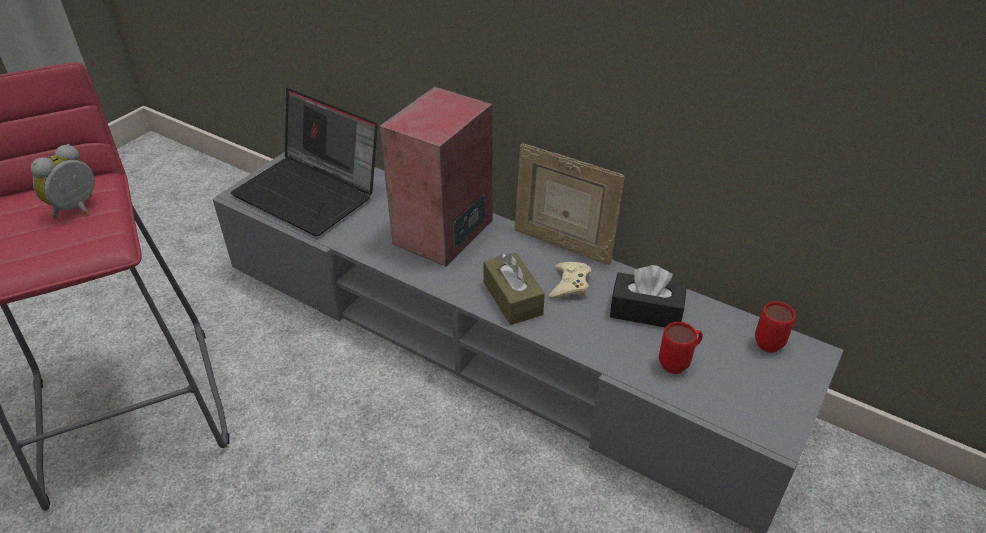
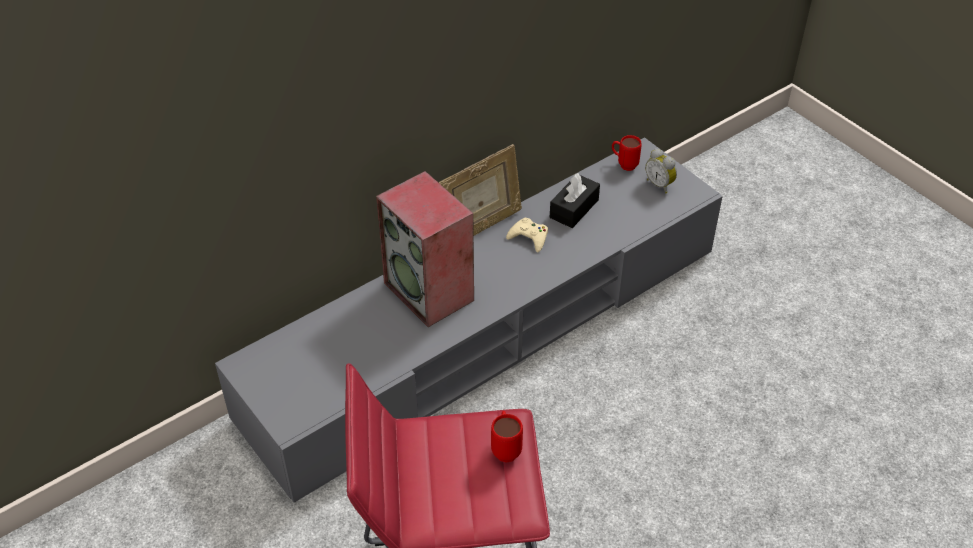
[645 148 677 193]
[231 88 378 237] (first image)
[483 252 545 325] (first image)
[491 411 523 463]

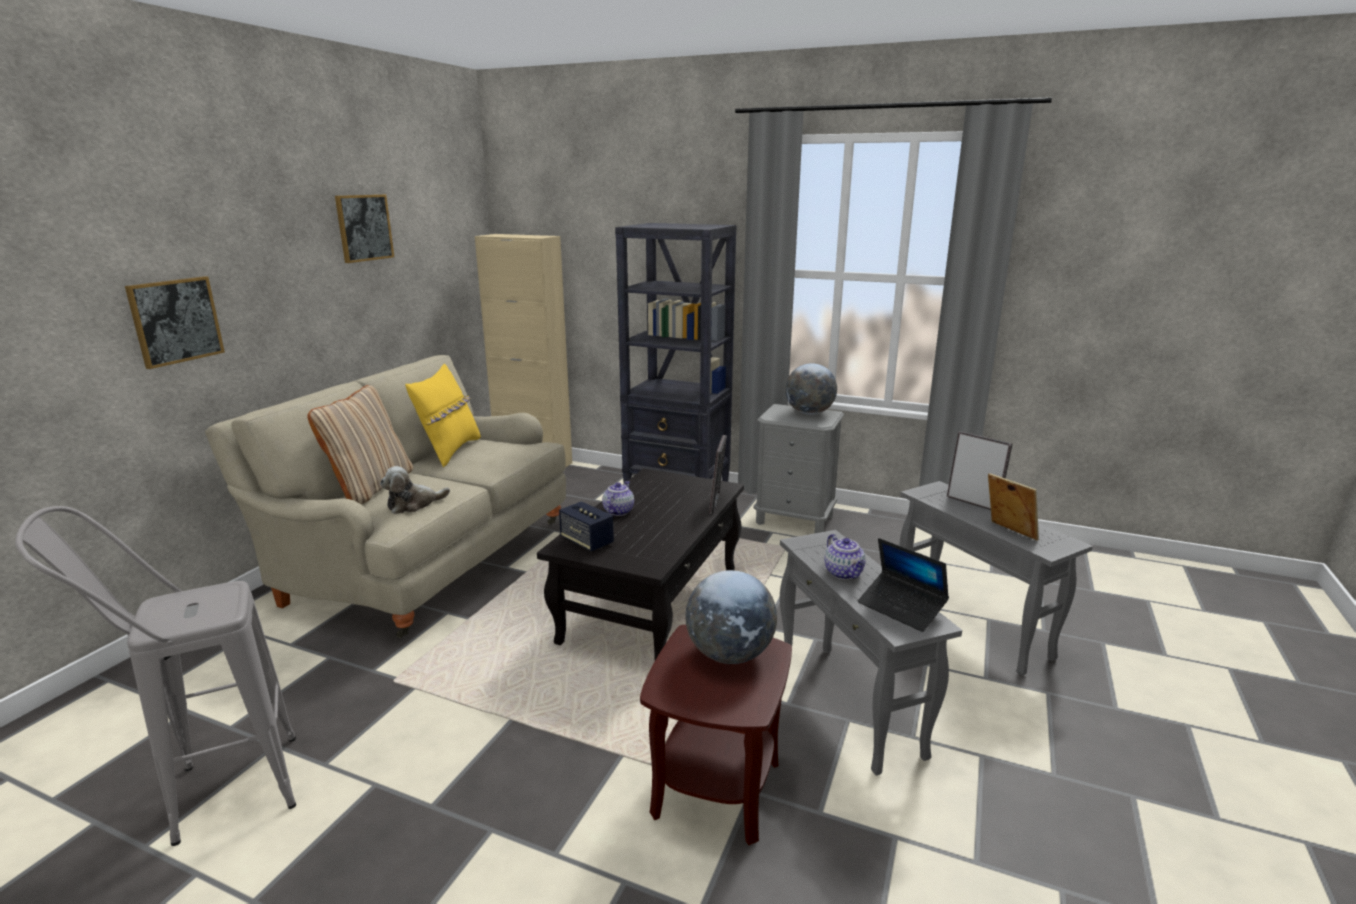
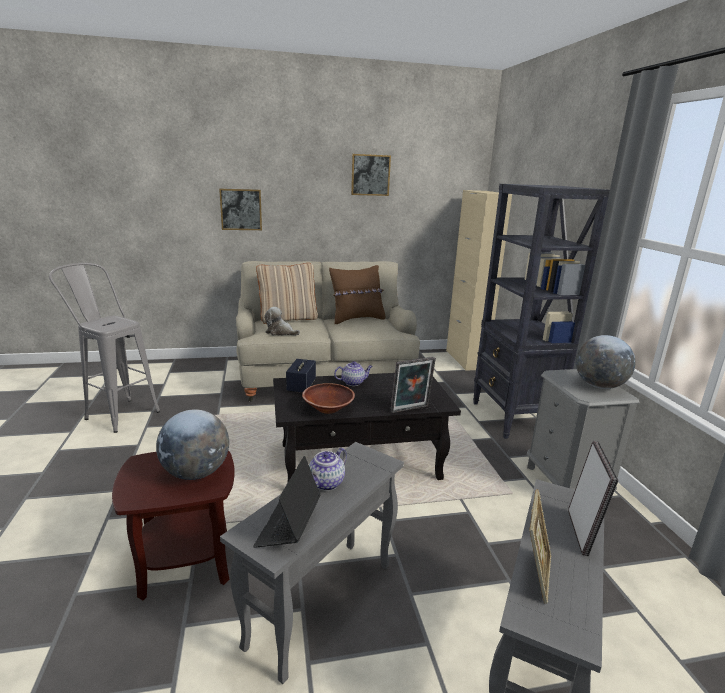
[329 265 385 324]
[302 383 355 414]

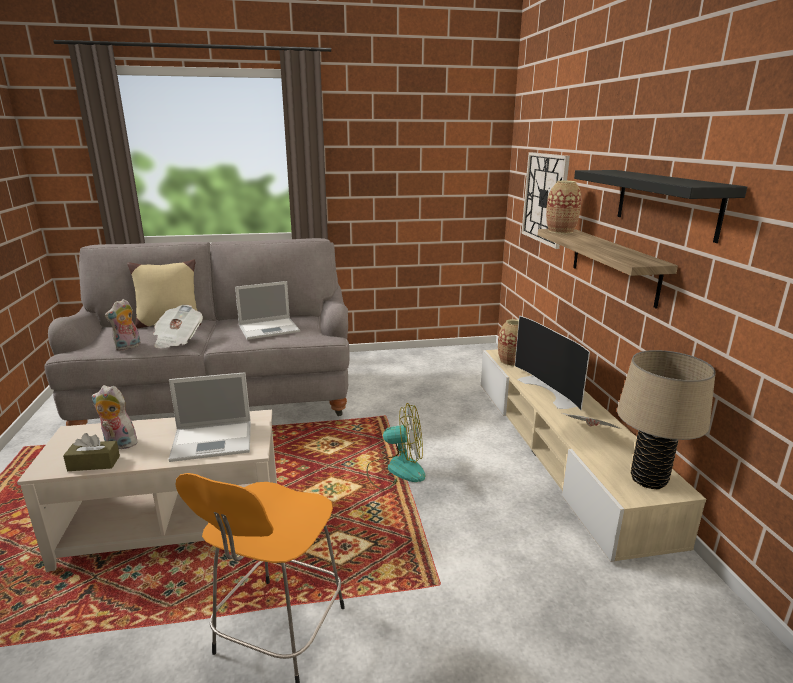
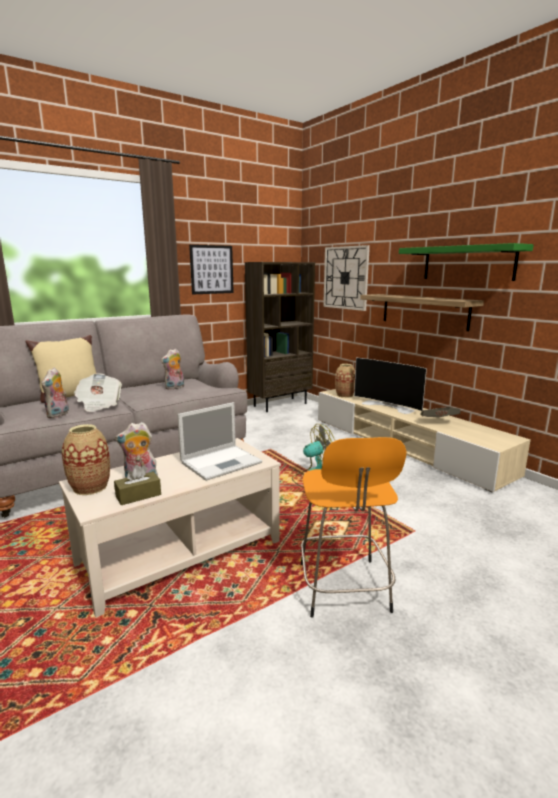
[161 349 184 390]
[62 424 110 495]
[399 243 534 281]
[617 350 716 489] (first image)
[189 245 234 294]
[245 262 315 412]

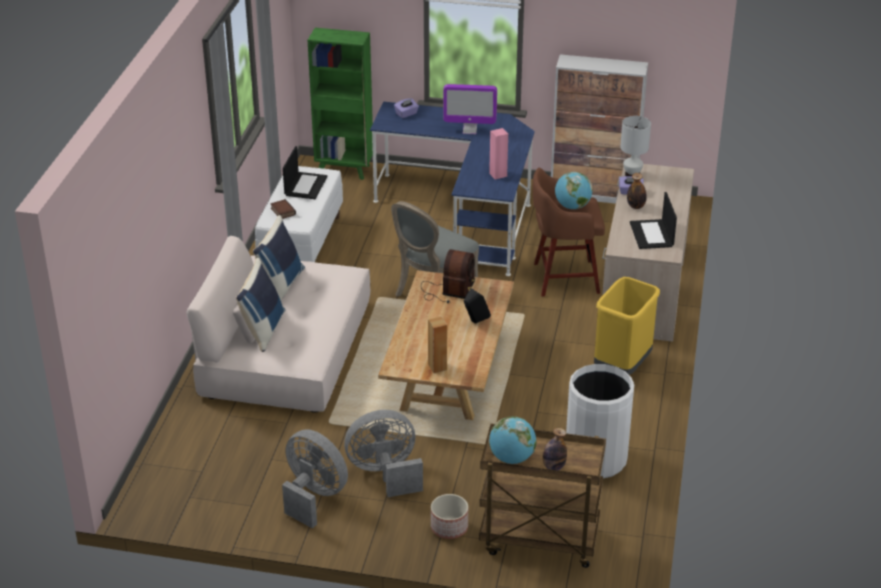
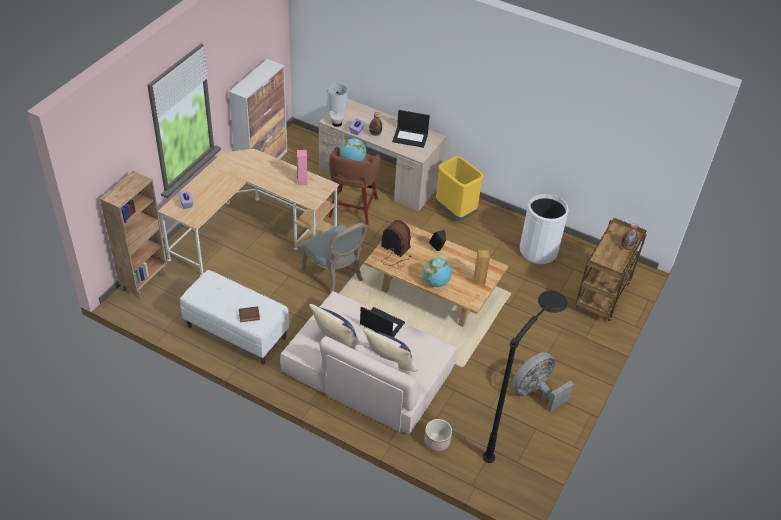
[360 306 405 337]
[100 171 167 300]
[344 410 423 497] (first image)
[158 148 339 276]
[424 419 452 452]
[443 84 497 134] (first image)
[423 258 452 287]
[483 291 567 463]

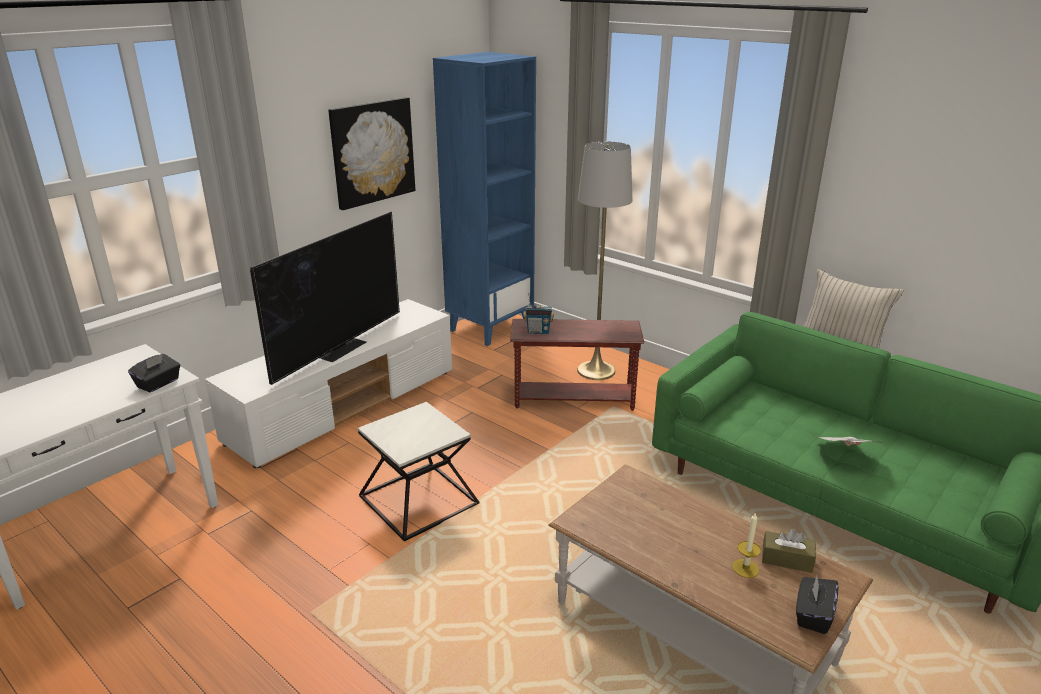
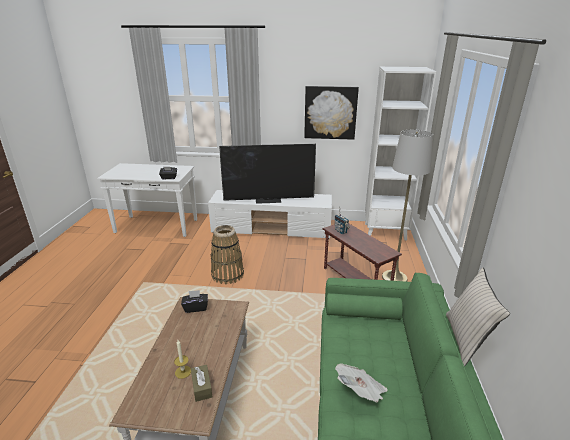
[211 225 244 284]
[365 67 436 240]
[181 290 208 313]

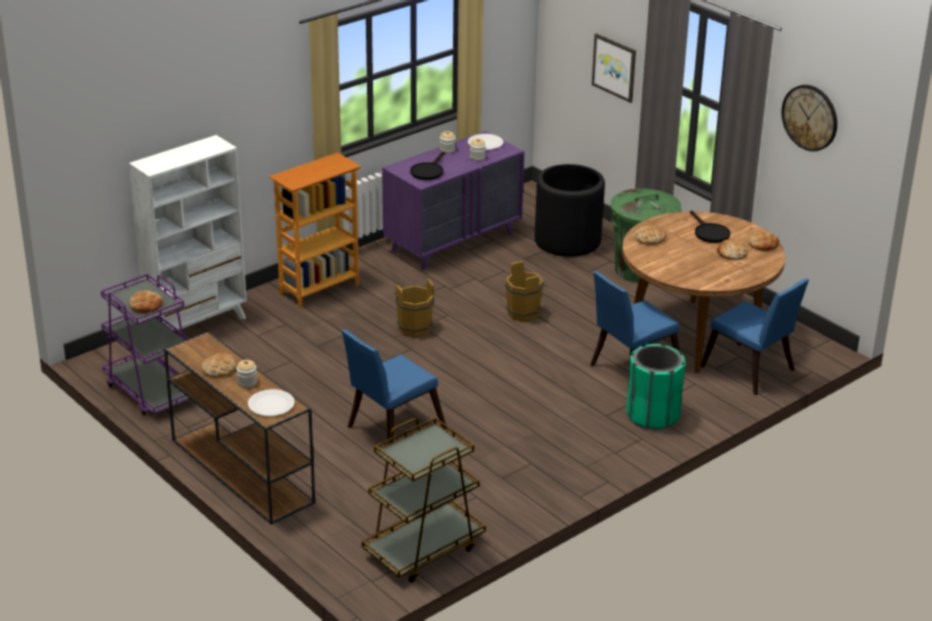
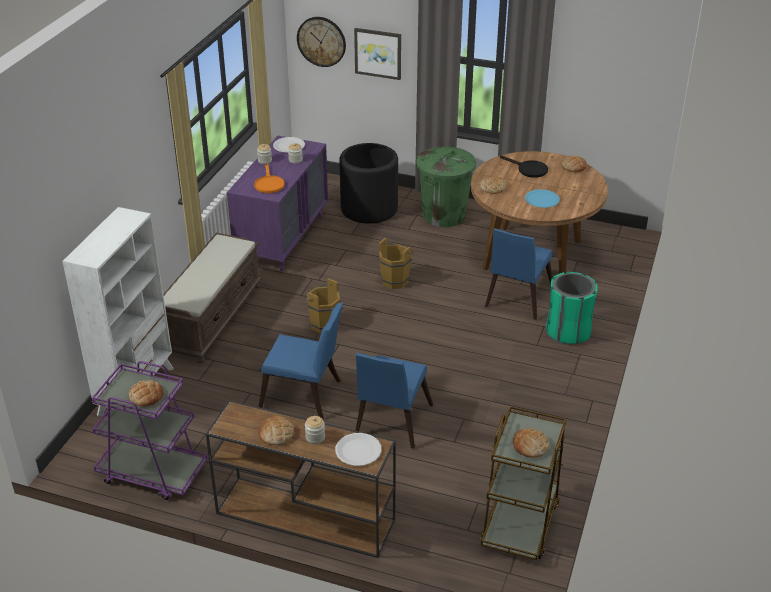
[163 233 262 363]
[254 163 285 193]
[259 303 343 419]
[513 428 550 458]
[297 17 346 67]
[525 189 560 208]

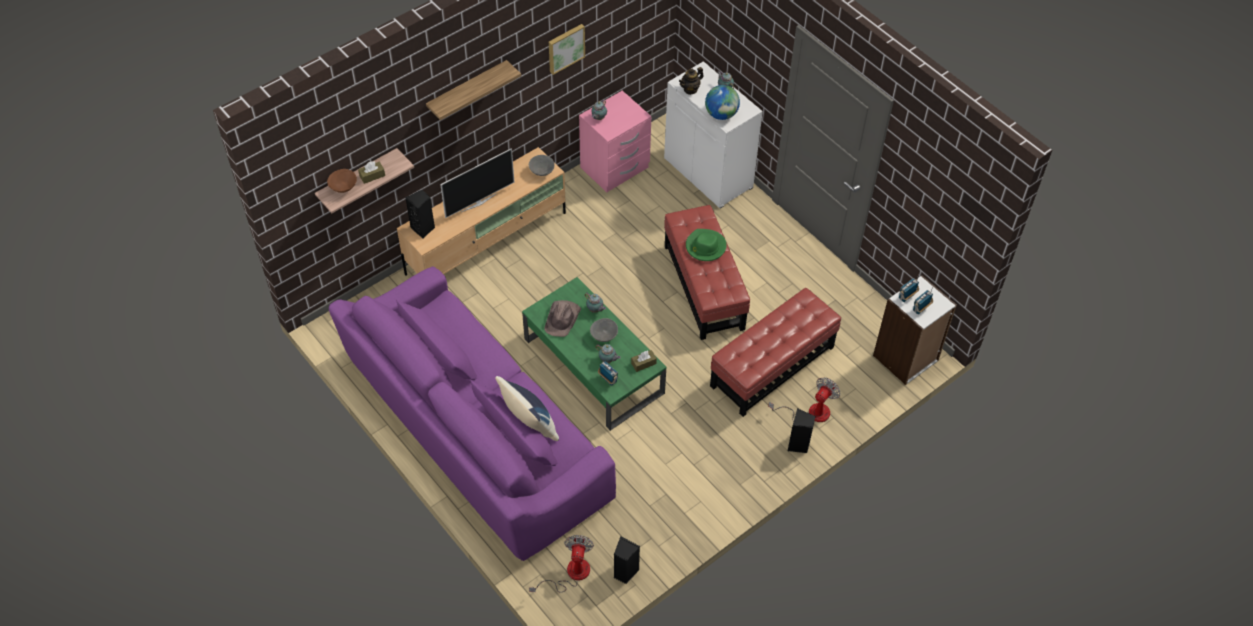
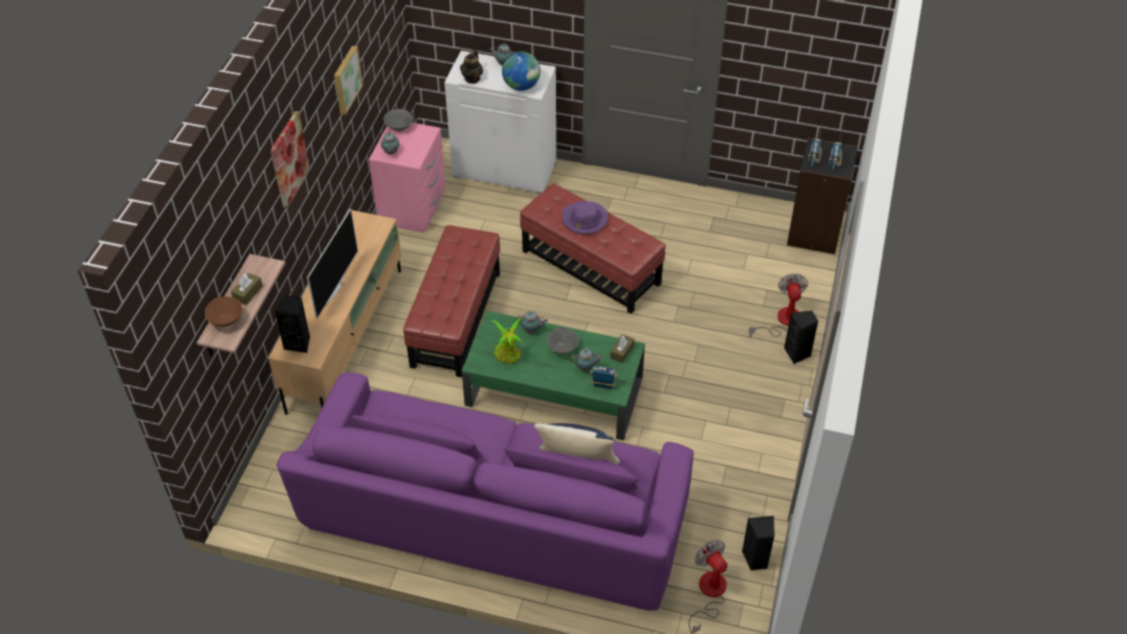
[270 111 310 208]
[383 109 413 131]
[492 318 523 363]
[562 201 608 234]
[403 225 500 377]
[787 138 858 254]

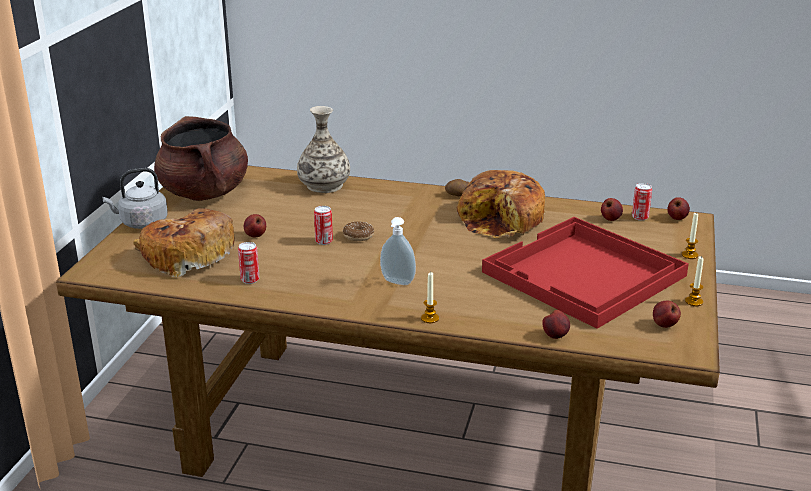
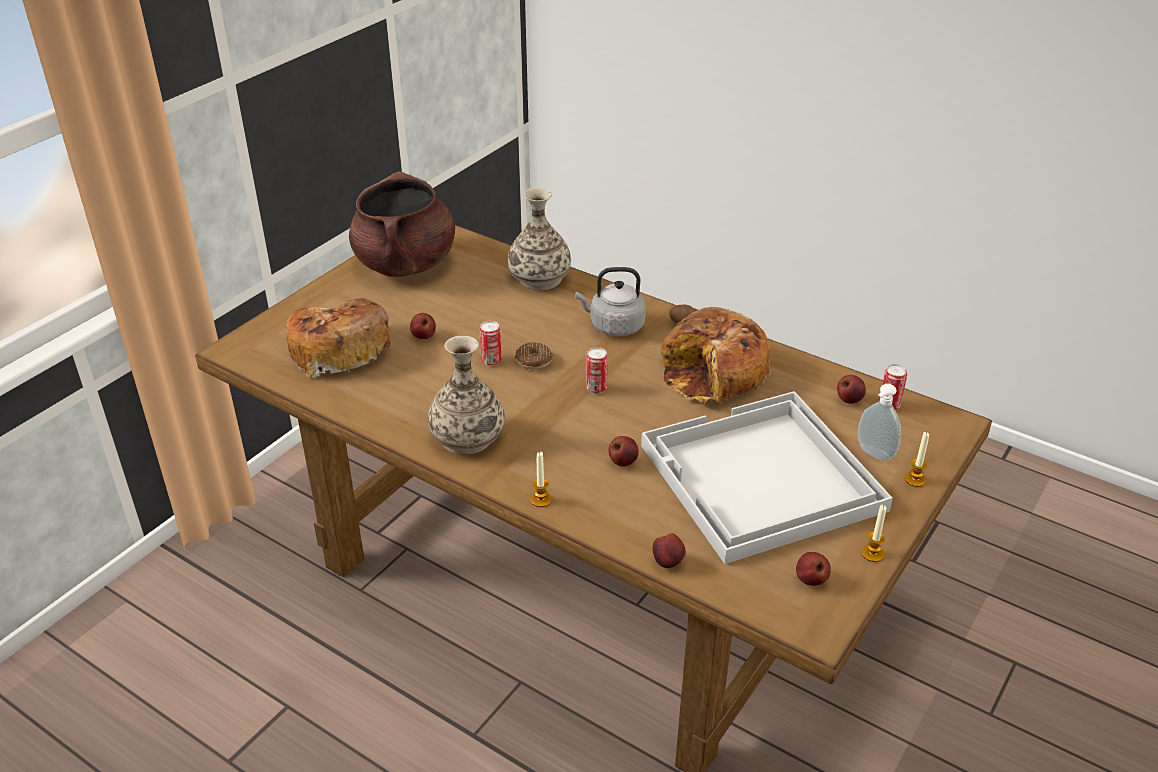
[575 267 646 336]
[586 347 608 394]
[858 384 901 461]
[641 391 893 564]
[608 436 639 467]
[428 336 505 455]

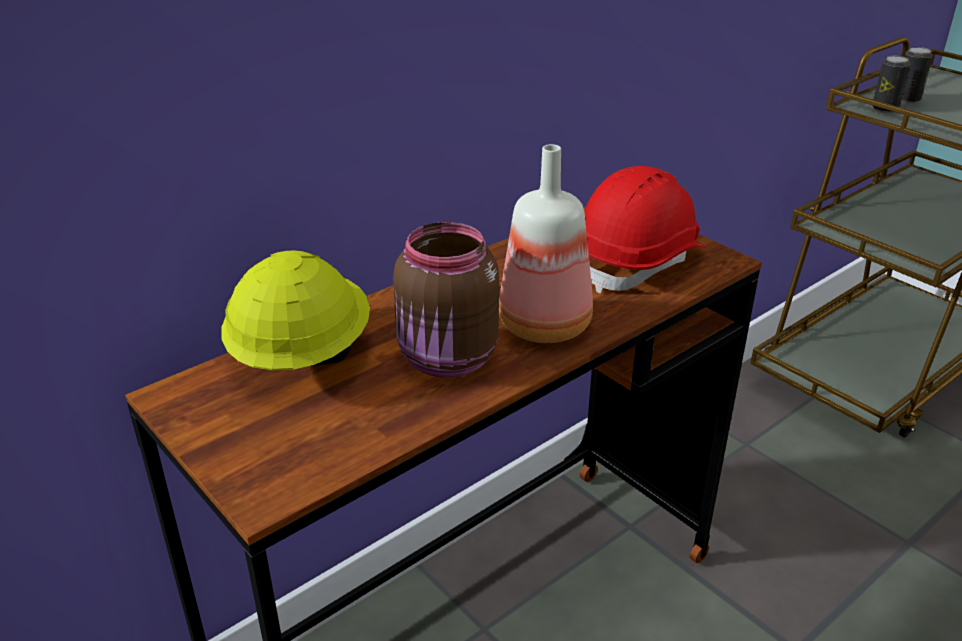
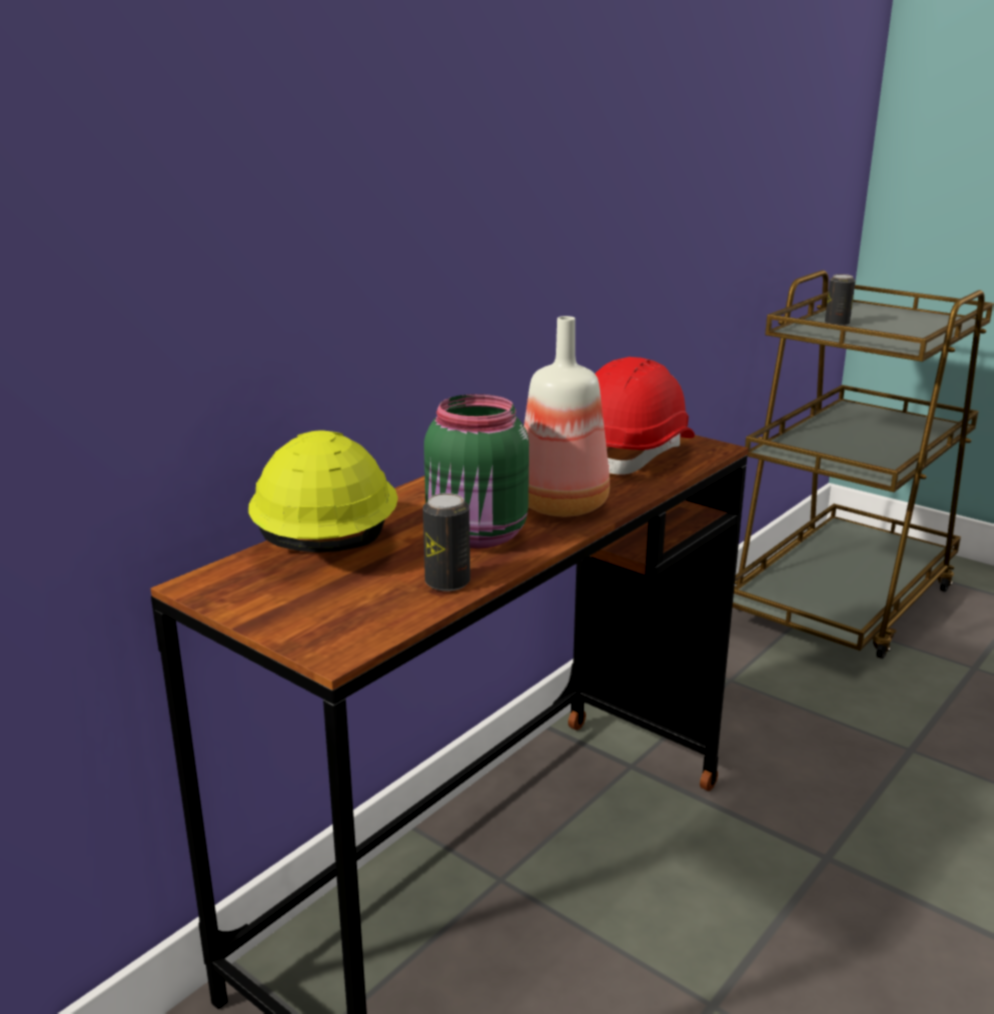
[424 394 529 549]
[423 493 470 591]

